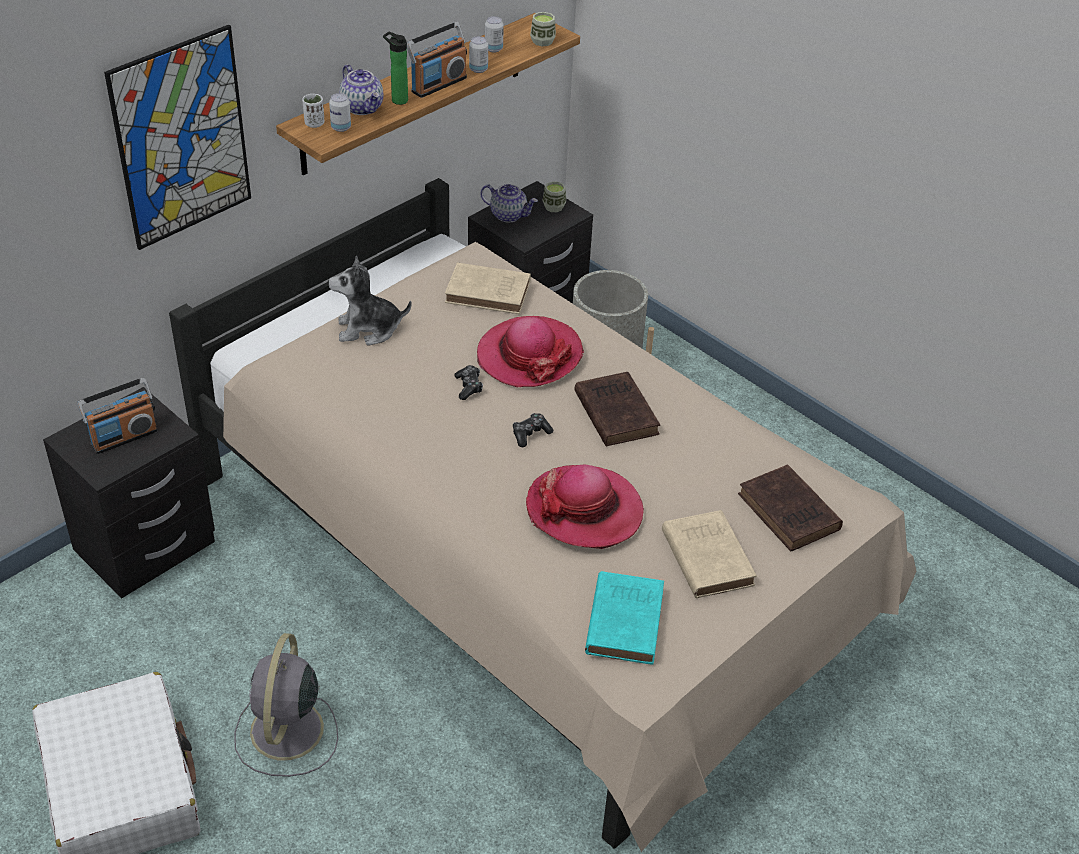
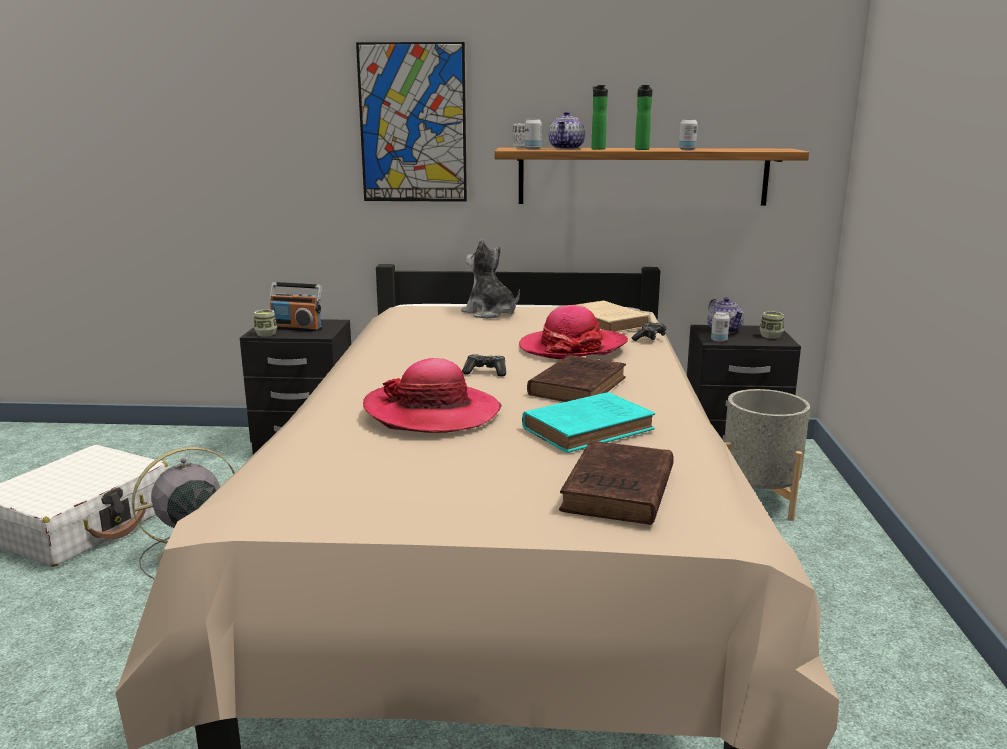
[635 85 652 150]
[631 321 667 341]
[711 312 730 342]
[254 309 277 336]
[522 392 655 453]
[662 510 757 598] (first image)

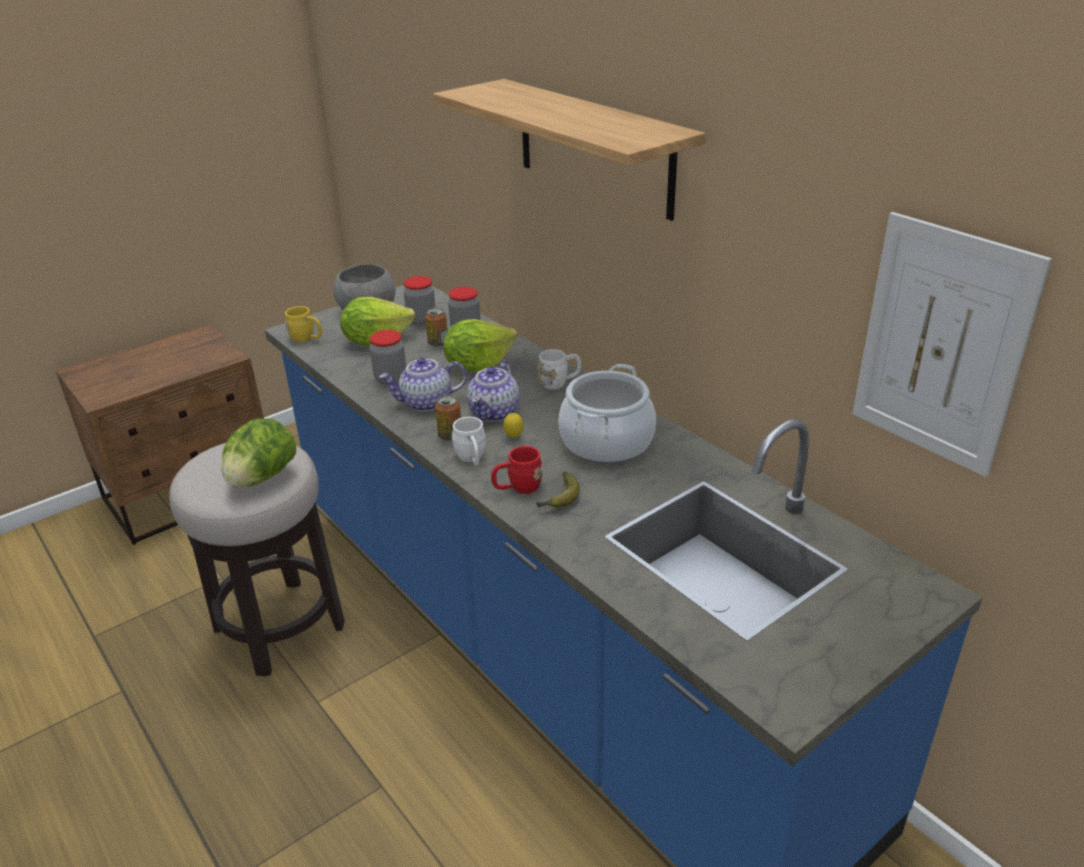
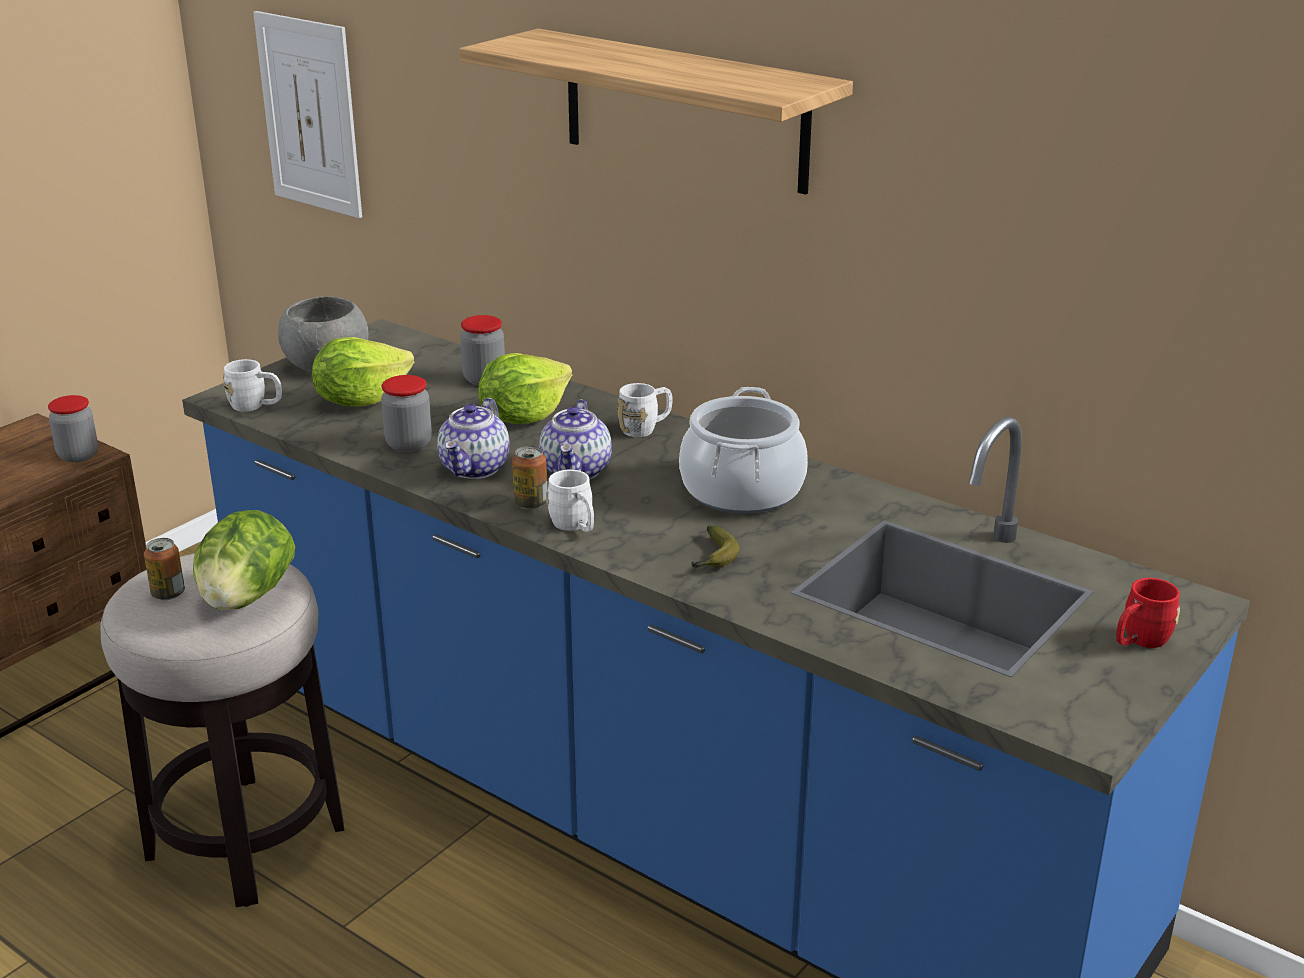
[223 359 282 412]
[437 398 510 479]
[48 395 98 462]
[144 538 185 600]
[1116 578 1180 648]
[503 413 523 438] (first image)
[253 11 362 218]

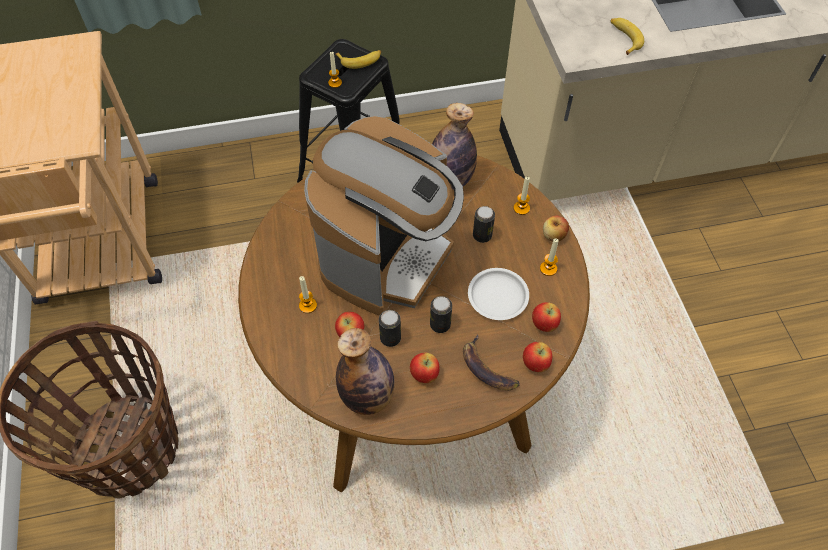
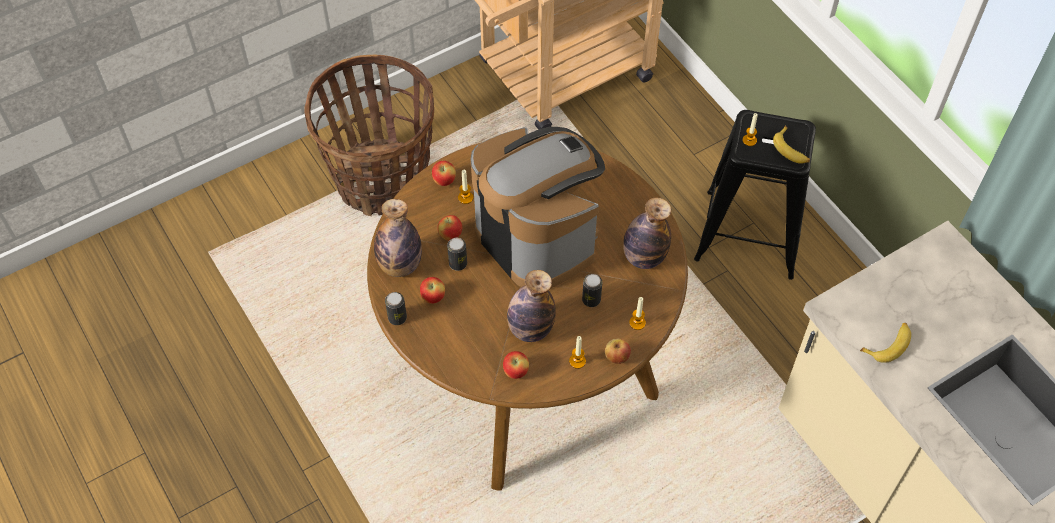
[470 127 605 288]
[385 292 407 325]
[463 335 520 390] (first image)
[507 270 556 342]
[432 161 456 186]

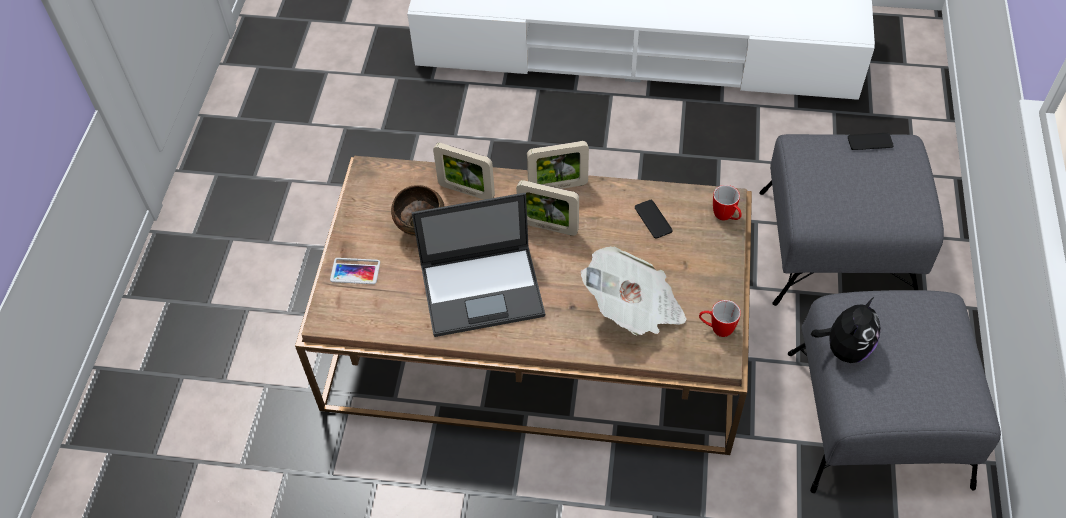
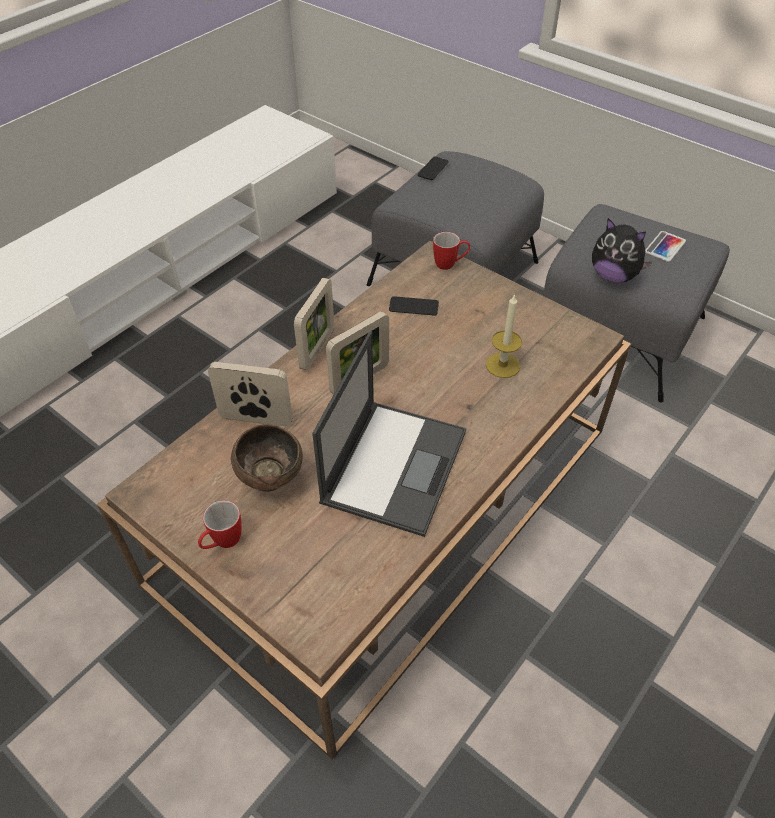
[645 231 686 262]
[208 362 293 426]
[486 294 522 378]
[198 500 242 549]
[592 218 652 283]

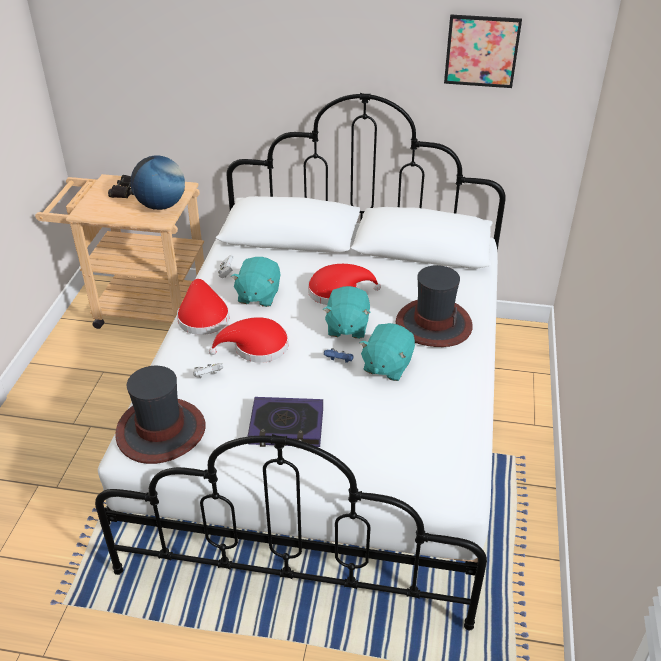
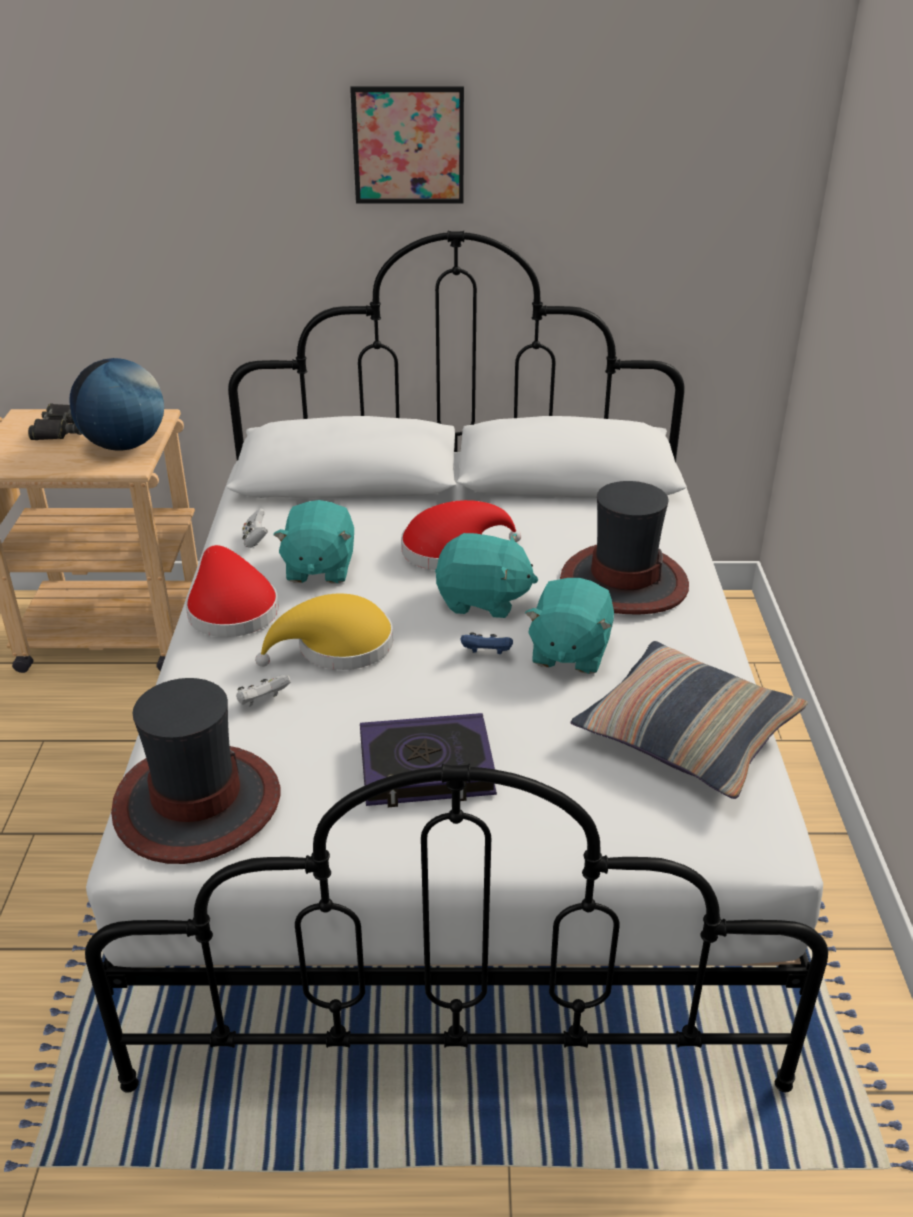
[255 594 393 670]
[435 533 538 618]
[350 86 464 203]
[571 641 808 799]

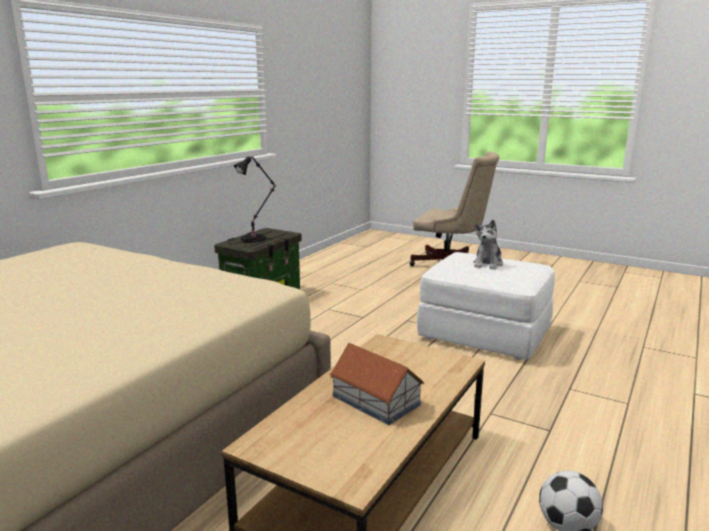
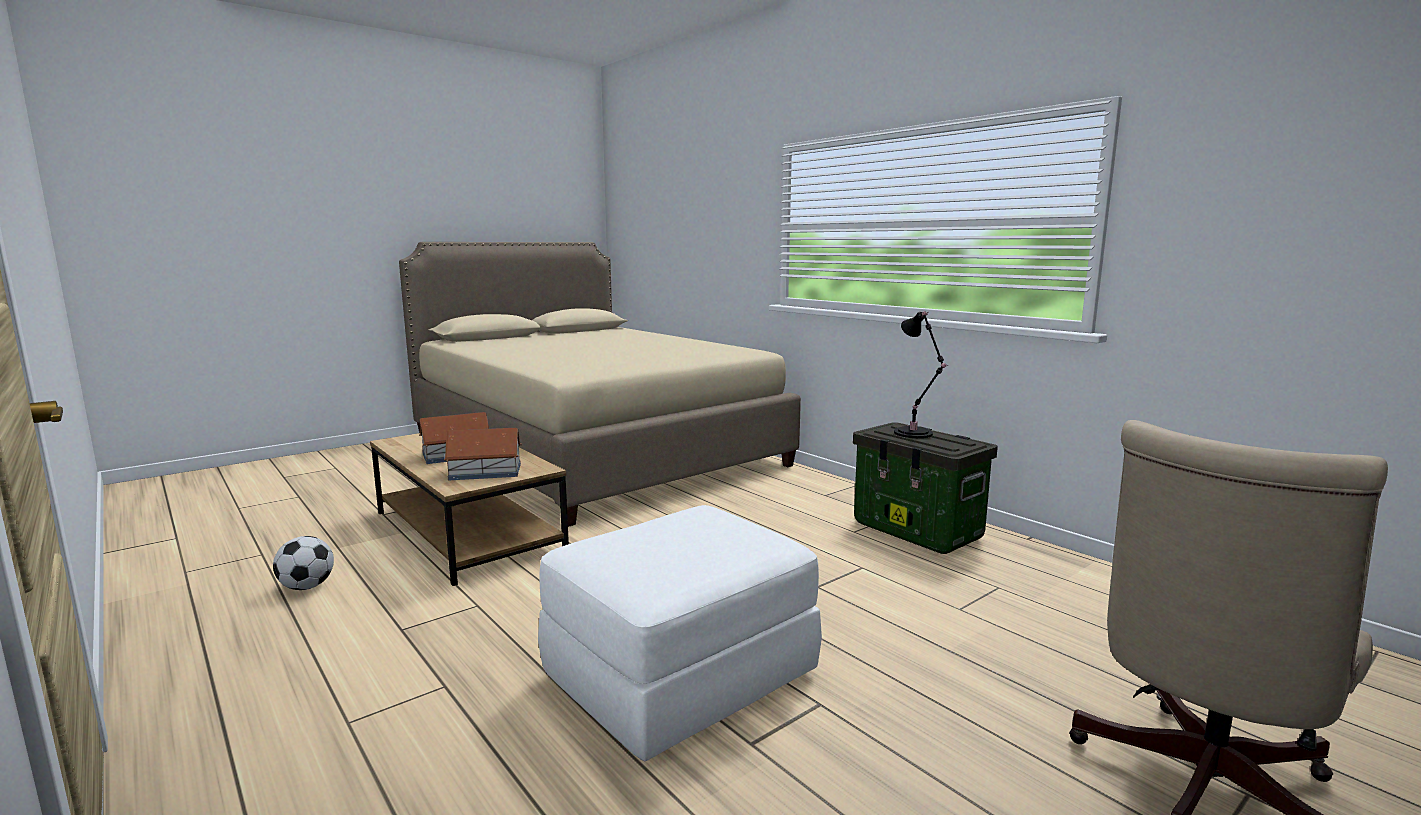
[473 220 503 270] (first image)
[444 428 522 481]

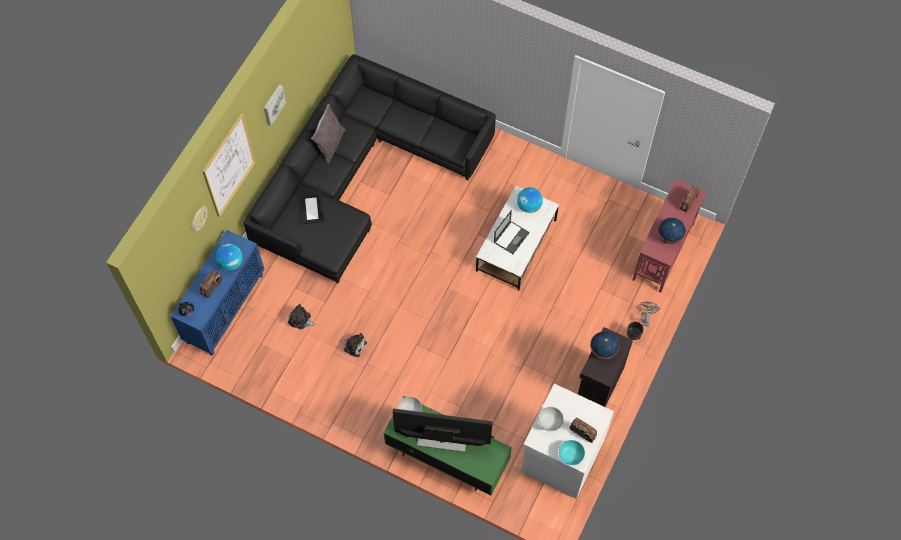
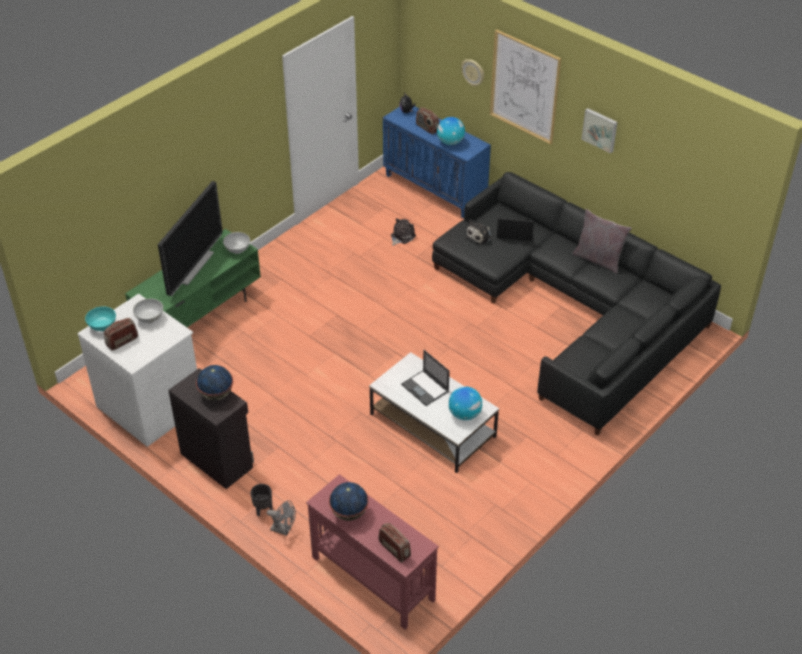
[465 220 492 245]

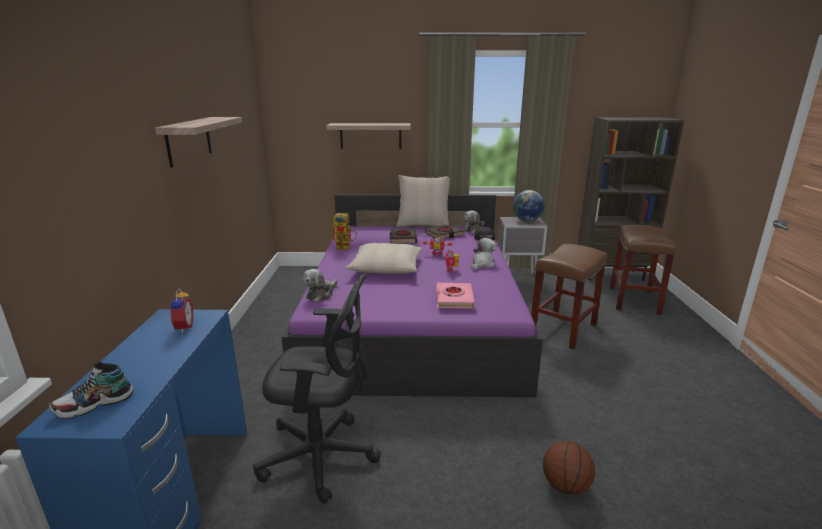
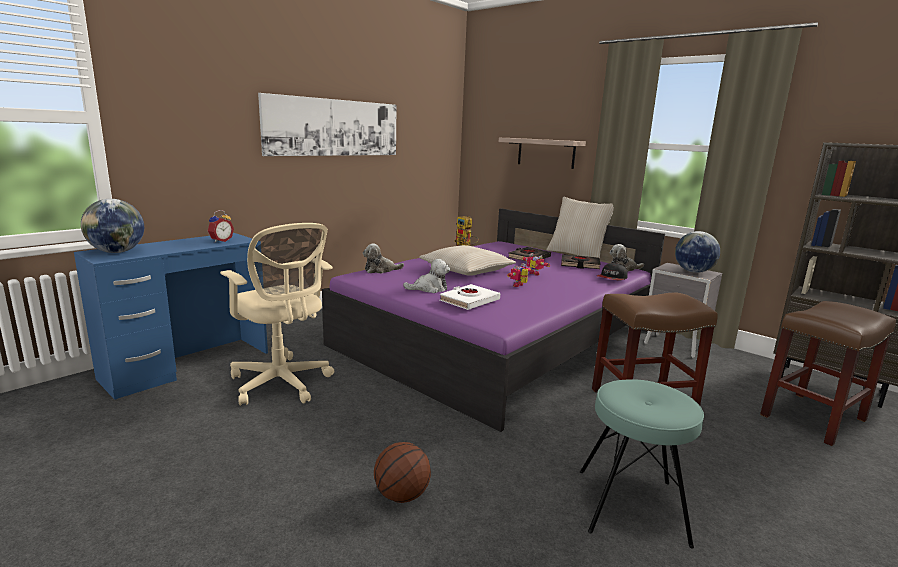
[81 199 144 253]
[258 93 397 156]
[220 223 334 406]
[440 284 500 310]
[403 259 450 293]
[580 379 704 549]

